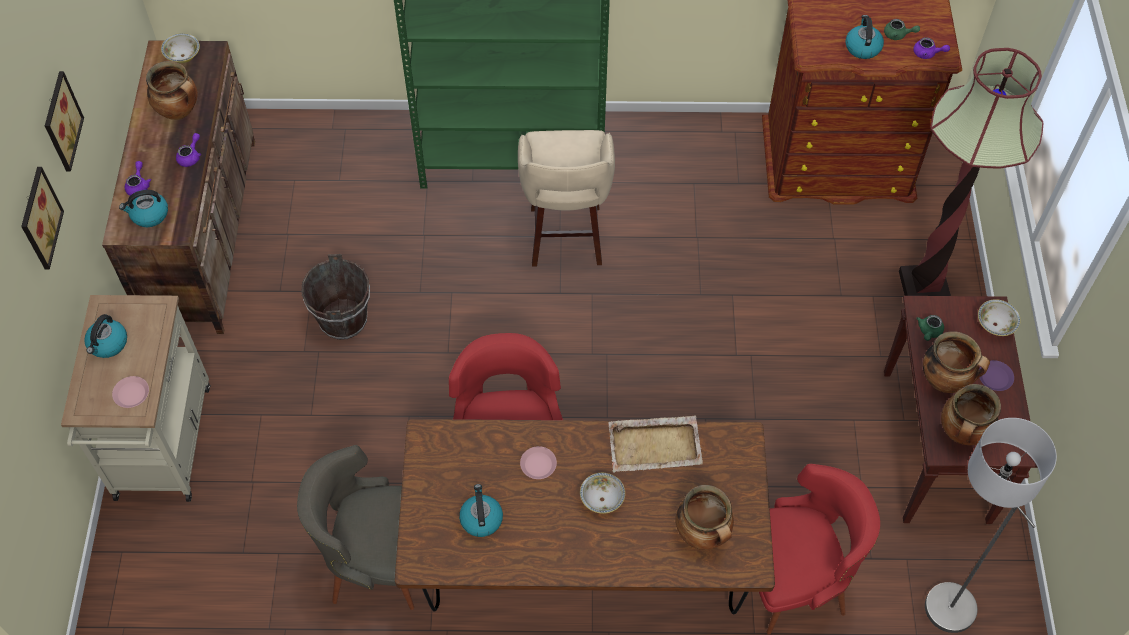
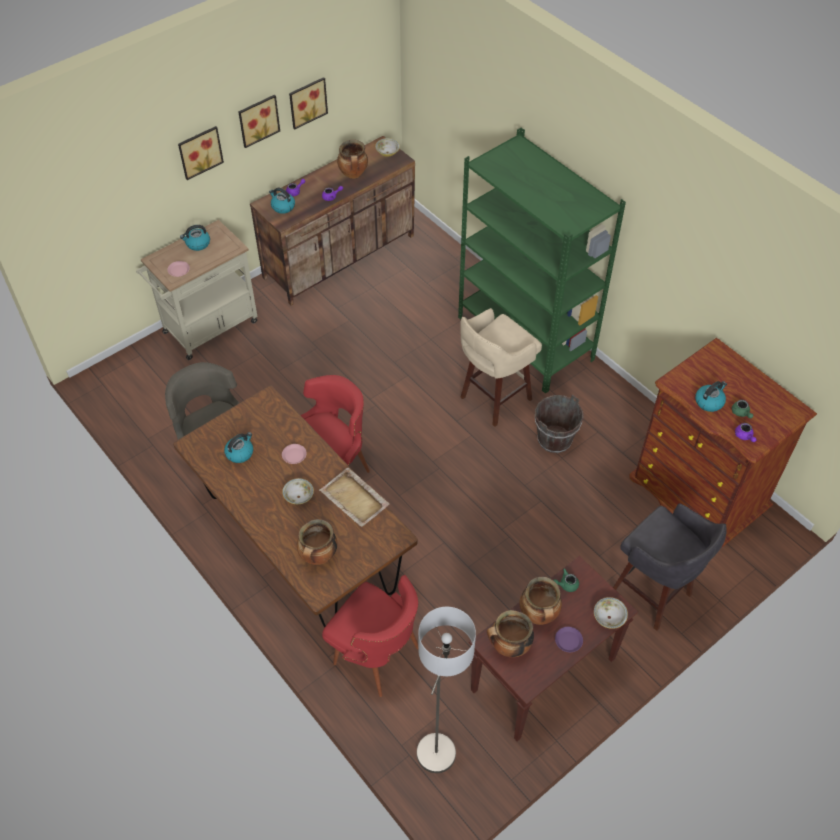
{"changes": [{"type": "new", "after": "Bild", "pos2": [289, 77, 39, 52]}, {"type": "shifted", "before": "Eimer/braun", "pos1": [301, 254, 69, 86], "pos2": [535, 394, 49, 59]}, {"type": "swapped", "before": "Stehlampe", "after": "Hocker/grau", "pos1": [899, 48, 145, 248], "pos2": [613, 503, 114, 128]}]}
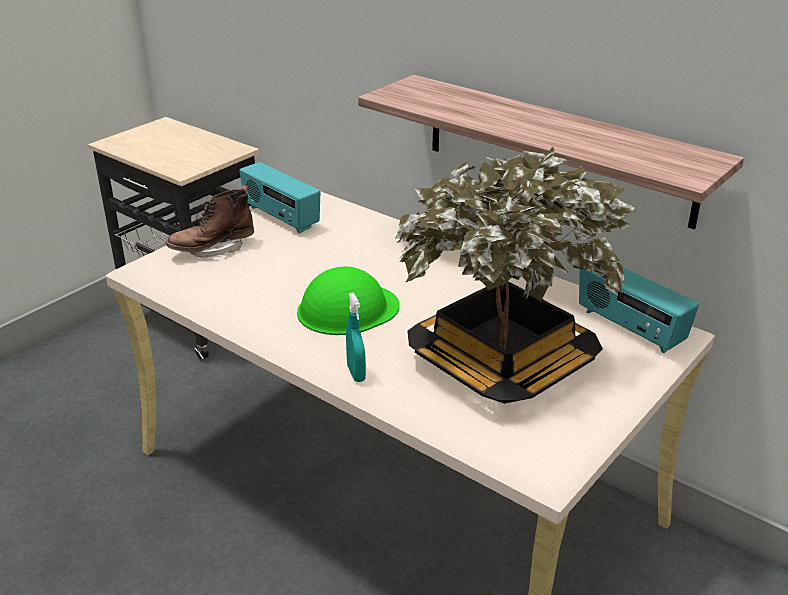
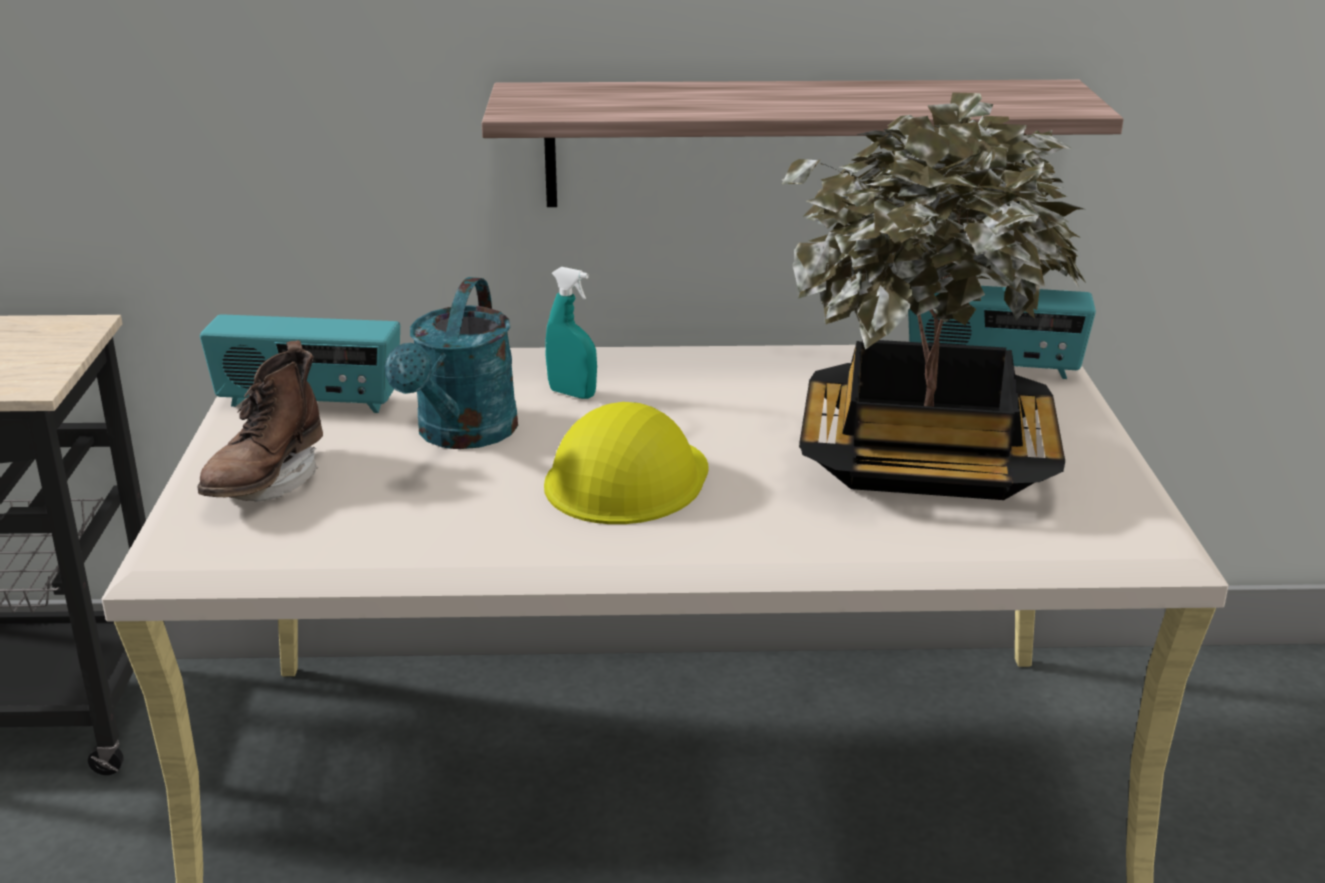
{"changes": [{"type": "new", "after": "Gießkanne/türkis", "pos2": [385, 277, 133, 172]}, {"type": "repainted", "before": "Schutzhelm/grün", "after": "Schutzhelm/gelb", "pos1": [297, 266, 103, 69], "pos2": [544, 402, 164, 122]}, {"type": "shifted", "before": "Sprühflasche/türkis", "pos1": [346, 292, 20, 90], "pos2": [545, 267, 52, 132]}]}
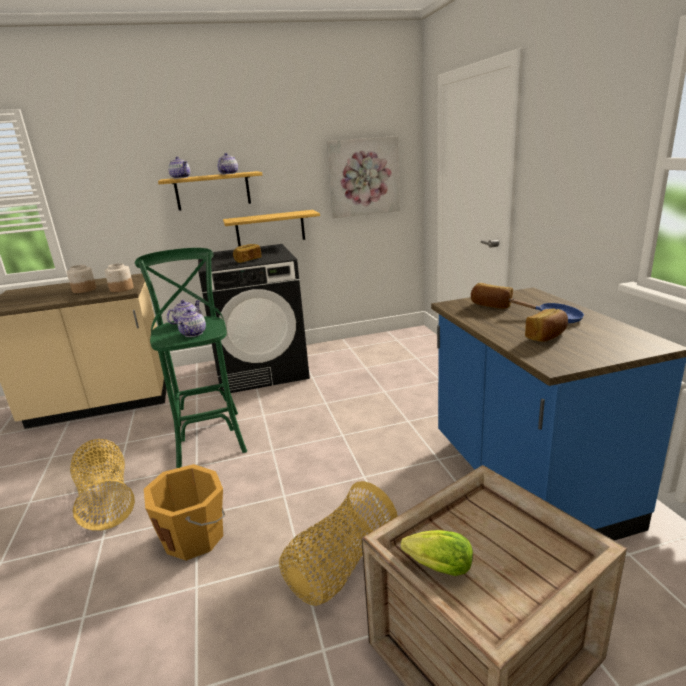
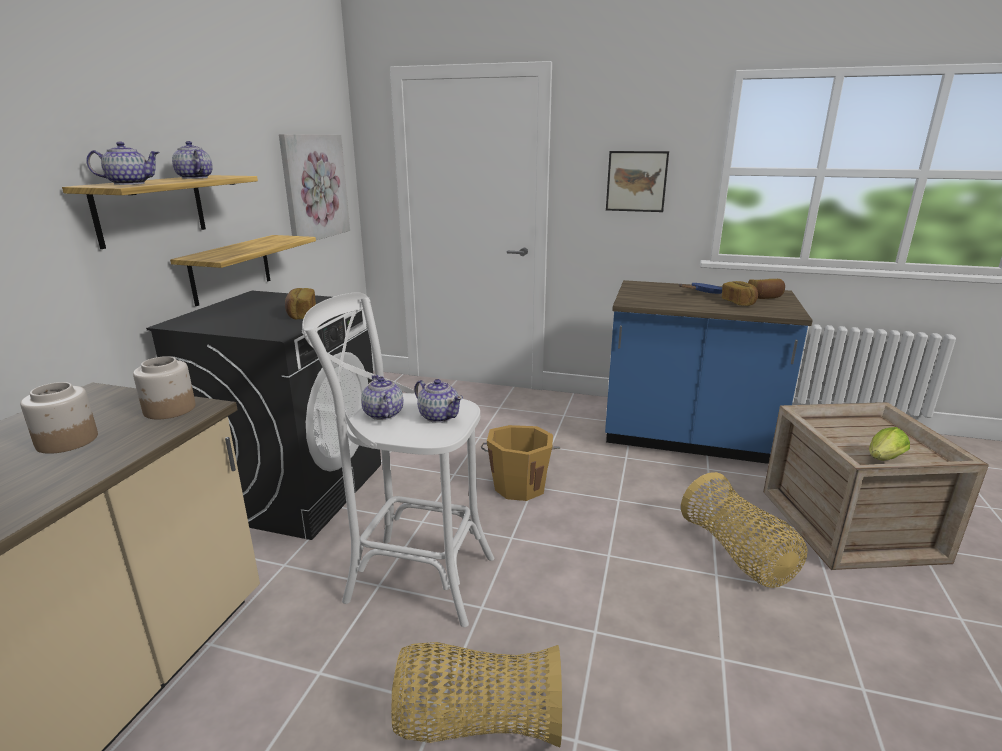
{"changes": [{"type": "repainted", "before": "Hocker/grün", "after": "Hocker/weiß", "pos1": [135, 248, 112, 220], "pos2": [302, 293, 192, 334]}, {"type": "shifted", "before": "Eimer/orange", "pos1": [144, 464, 82, 97], "pos2": [481, 425, 80, 76]}, {"type": "new", "after": "Bild", "pos2": [606, 151, 63, 61]}, {"type": "shifted", "before": "Brot", "pos1": [471, 283, 42, 26], "pos2": [748, 279, 37, 20]}]}
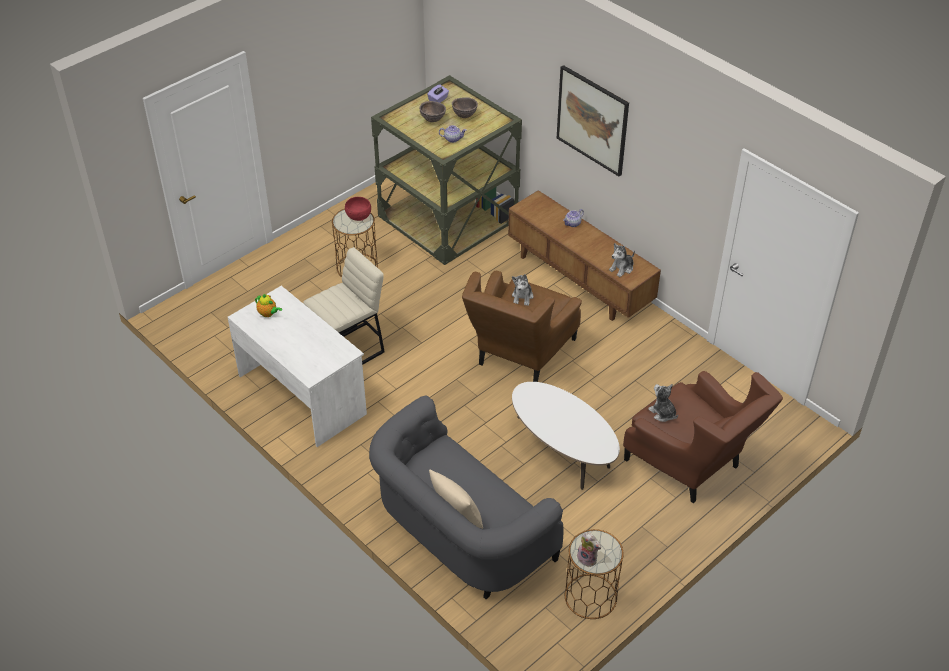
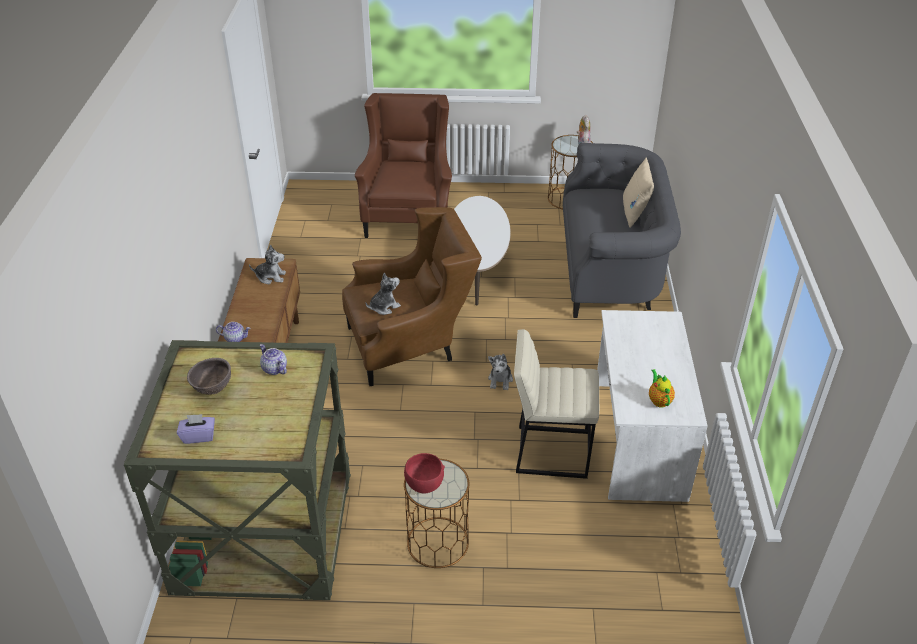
{"changes": [{"type": "shifted", "before": "Plüschtier", "pos1": [648, 384, 30, 38], "pos2": [488, 354, 25, 36]}, {"type": "gone", "before": "Schüssel/braun", "pos1": [419, 101, 27, 21]}, {"type": "gone", "before": "Bild", "pos1": [557, 65, 72, 111]}]}
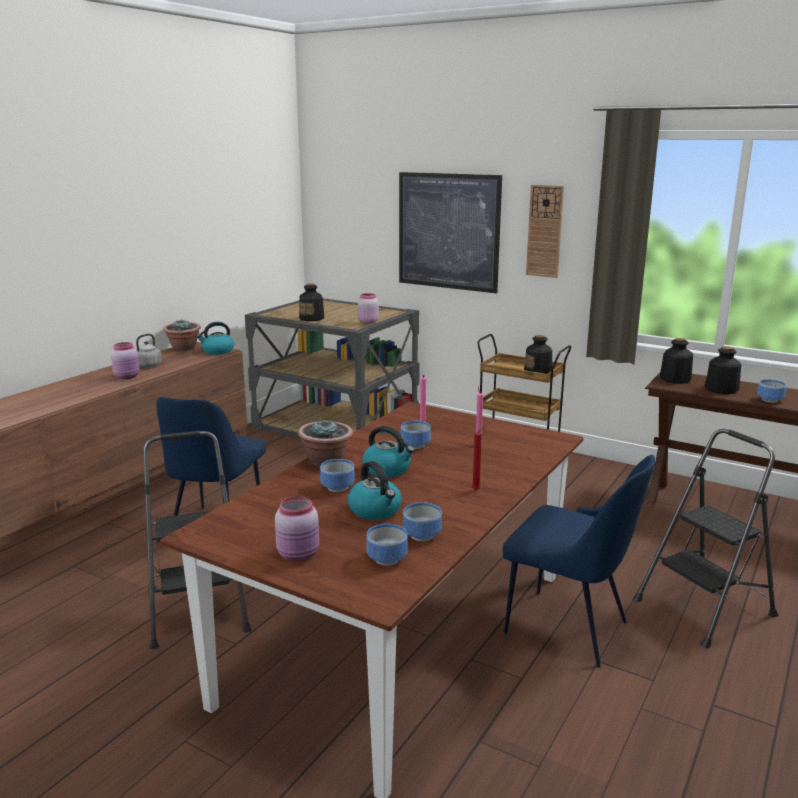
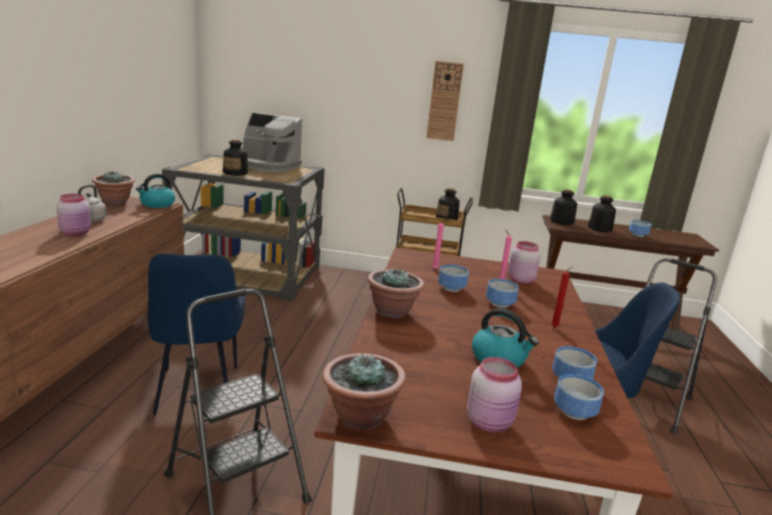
{"changes": [{"type": "new", "after": "Kaffeemaschine", "pos2": [243, 113, 59, 59]}, {"type": "new", "after": "Topfpflanze", "pos2": [323, 353, 83, 77]}, {"type": "shifted", "before": "Schüssel", "pos1": [320, 459, 35, 33], "pos2": [486, 279, 33, 29]}, {"type": "shifted", "before": "Vorratsglas/rosa", "pos1": [358, 293, 21, 31], "pos2": [508, 241, 33, 43]}, {"type": "gone", "before": "Wasserkessel", "pos1": [362, 426, 53, 52]}, {"type": "gone", "before": "Bild", "pos1": [399, 172, 103, 121]}]}
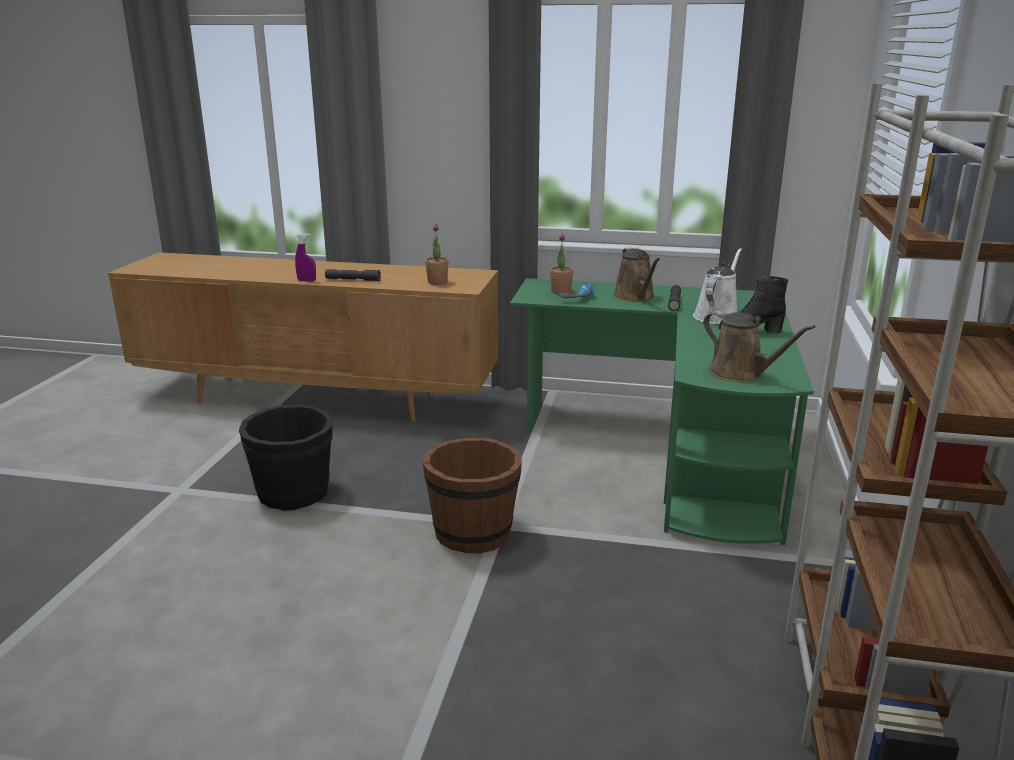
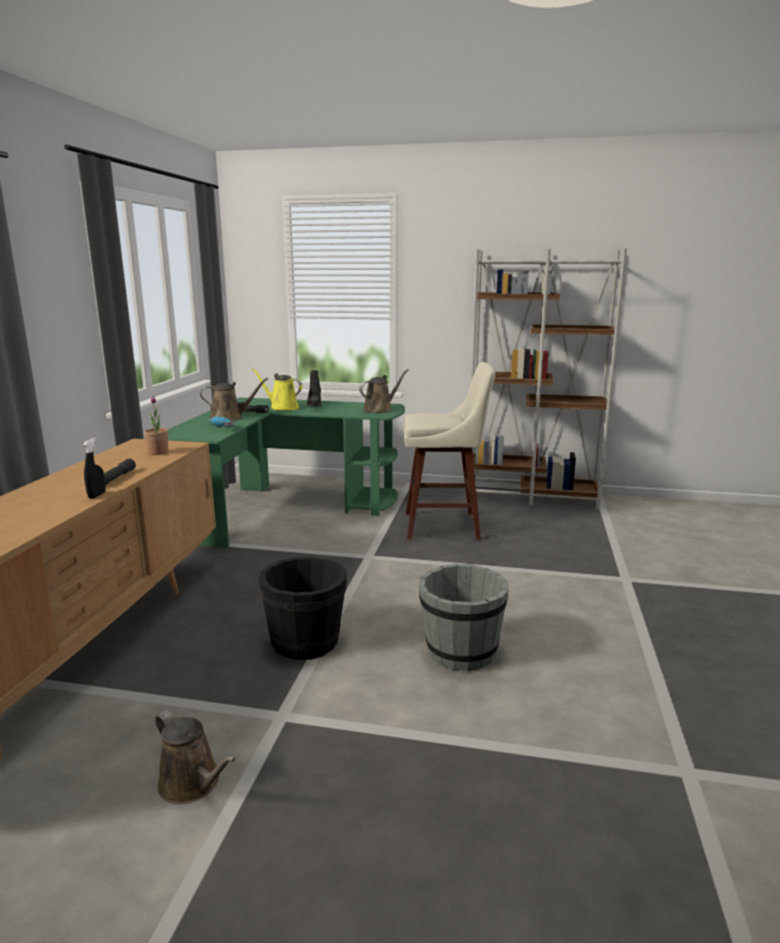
{"changes": [{"type": "repainted", "before": "Sprühflasche/lila", "after": "Sprühflasche/schwarz", "pos1": [295, 233, 21, 49], "pos2": [83, 438, 23, 61]}, {"type": "new", "after": "Gießkanne/braun", "pos2": [155, 710, 81, 94]}, {"type": "repainted", "before": "Gießkanne/weiß", "after": "Gießkanne/gelb", "pos1": [693, 248, 49, 76], "pos2": [252, 368, 51, 43]}, {"type": "new", "after": "Hocker/beige", "pos2": [404, 362, 91, 178]}, {"type": "new", "after": "Eimer/grau", "pos2": [418, 564, 91, 107]}, {"type": "gone", "before": "Eimer/braun", "pos1": [423, 437, 99, 116]}, {"type": "gone", "before": "Topfpflanze", "pos1": [550, 234, 23, 60]}]}
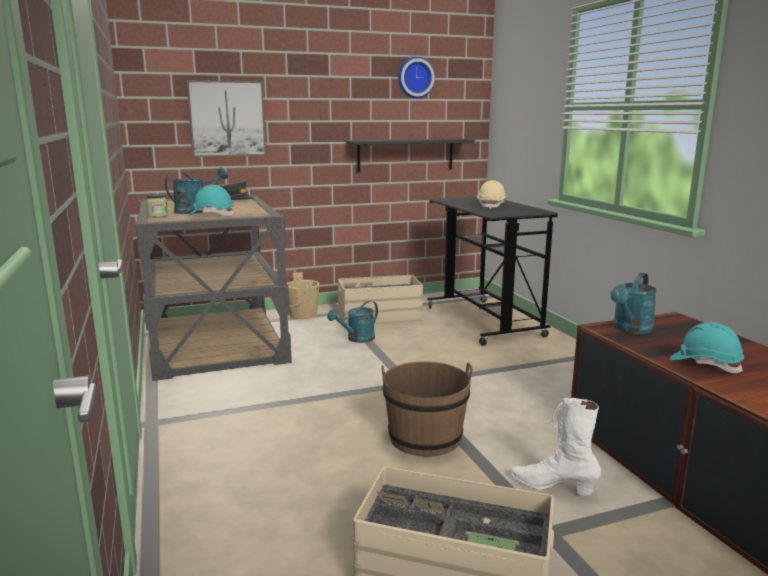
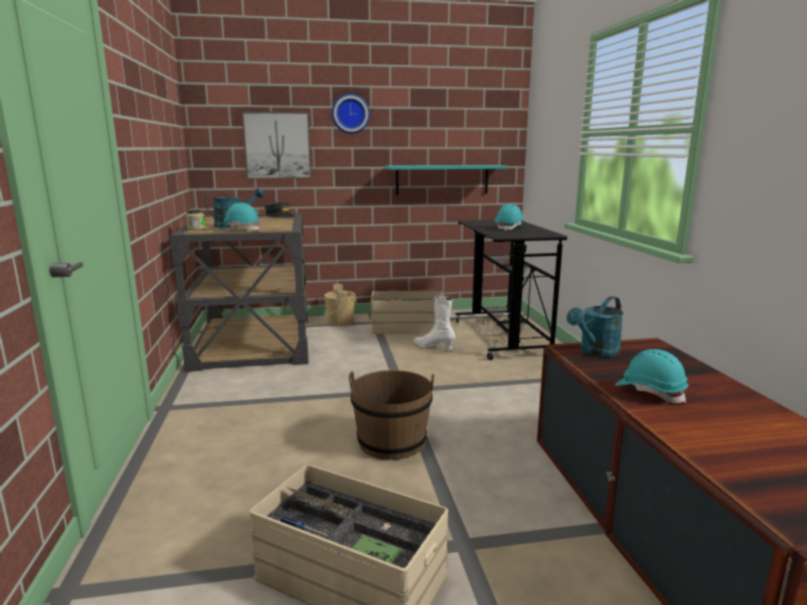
{"changes": [{"type": "shifted", "before": "Wanduhr", "pos1": [398, 57, 37, 41], "pos2": [332, 94, 38, 40]}, {"type": "repainted", "before": "Wandregal/schwarz", "after": "Wandregal/türkis", "pos1": [346, 139, 129, 33], "pos2": [385, 165, 122, 30]}, {"type": "shifted", "before": "Stiefel/weiß", "pos1": [509, 398, 92, 98], "pos2": [414, 295, 41, 55]}, {"type": "repainted", "before": "Schutzhelm/beige", "after": "Schutzhelm/türkis", "pos1": [477, 180, 30, 29], "pos2": [495, 204, 29, 27]}, {"type": "gone", "before": "Gießkanne/türkis", "pos1": [327, 301, 51, 42]}]}
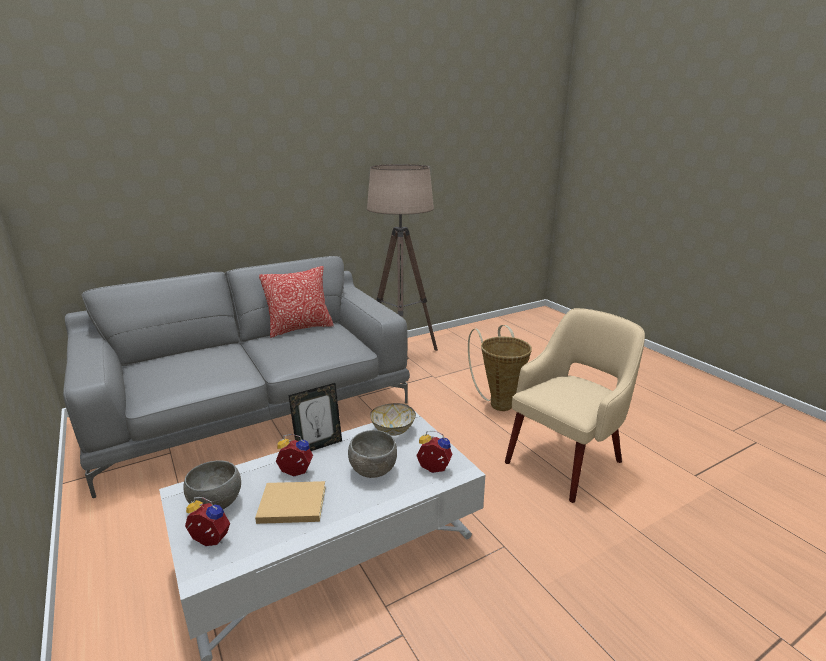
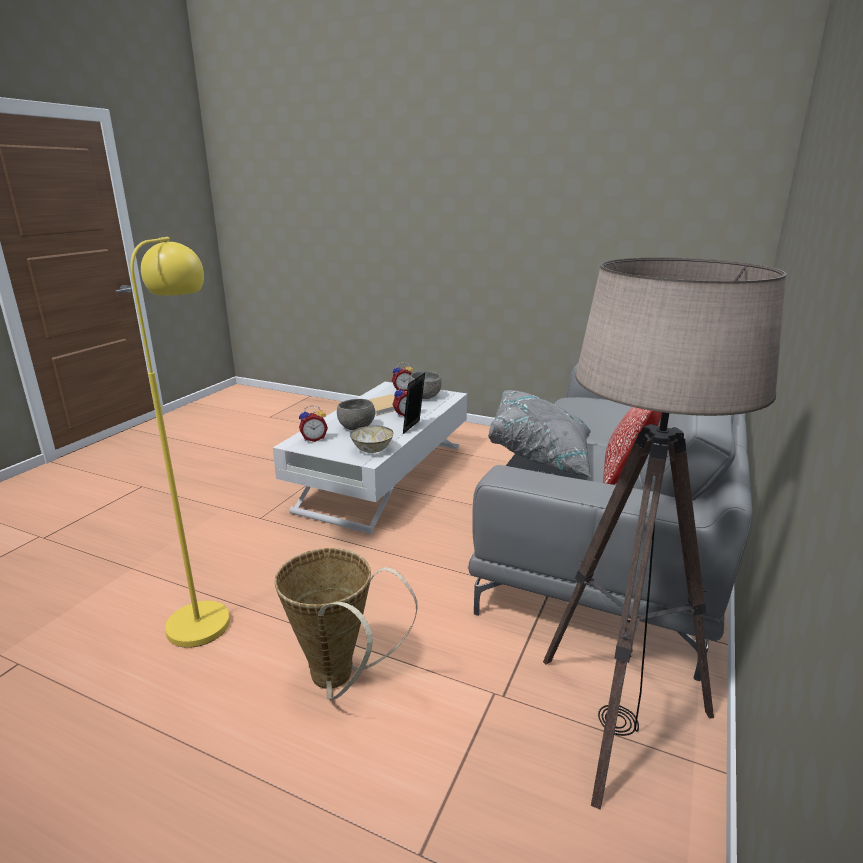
{"changes": [{"type": "swapped", "before": "Sessel/beige", "after": "Stehlampe/gelb", "pos1": [505, 308, 140, 195], "pos2": [130, 237, 100, 411]}, {"type": "new", "after": "Kissen/grau", "pos2": [488, 390, 103, 87]}]}
